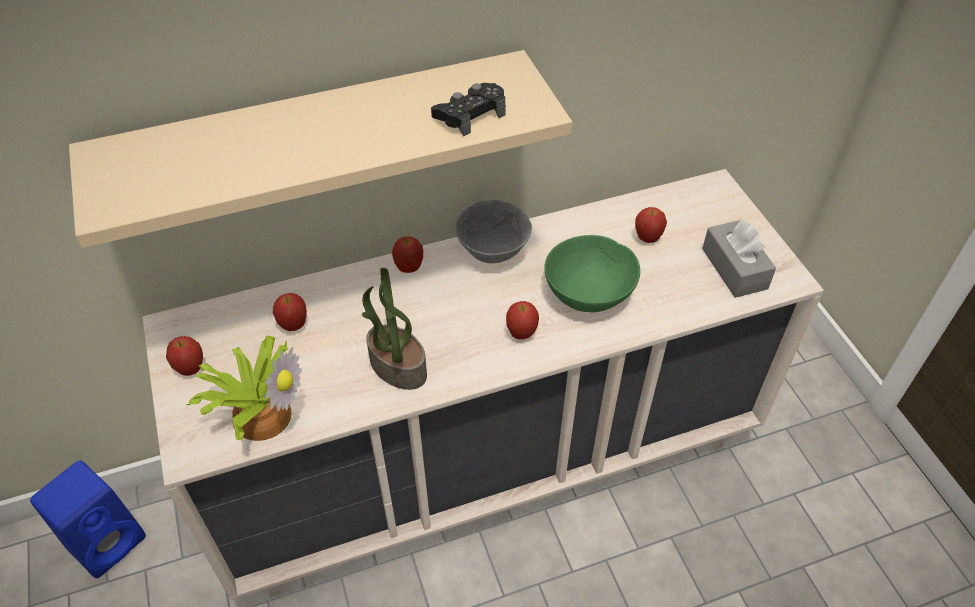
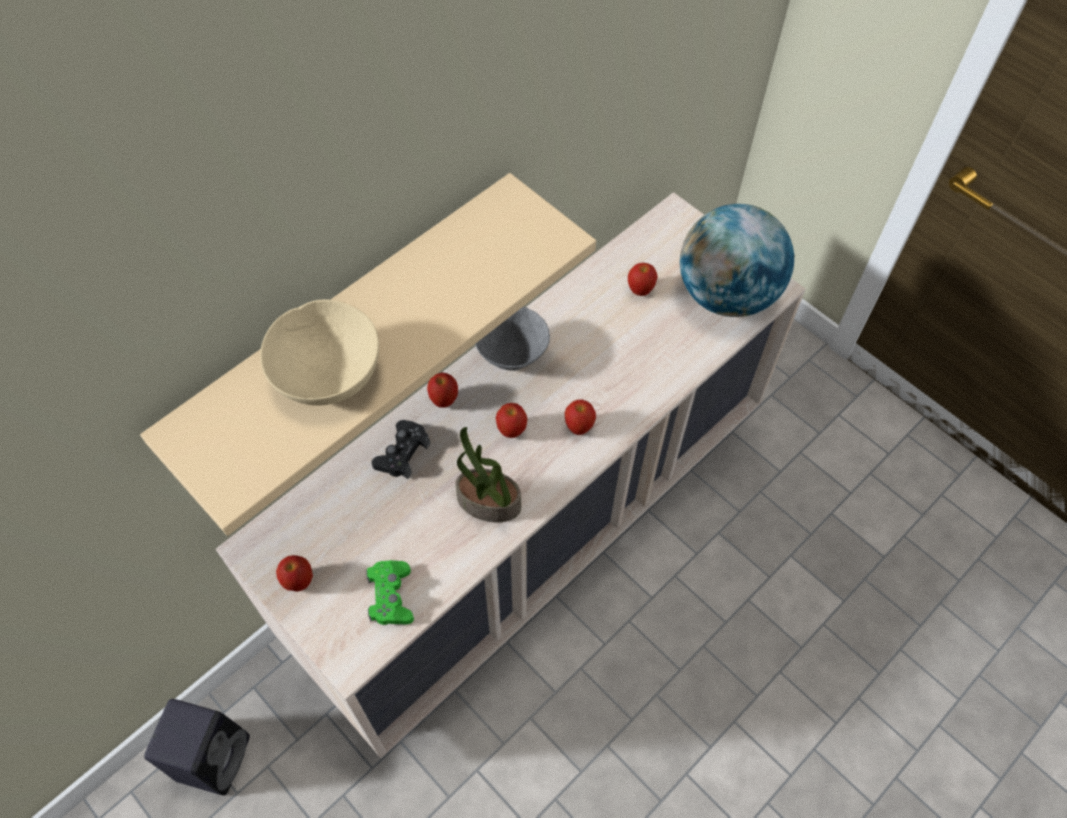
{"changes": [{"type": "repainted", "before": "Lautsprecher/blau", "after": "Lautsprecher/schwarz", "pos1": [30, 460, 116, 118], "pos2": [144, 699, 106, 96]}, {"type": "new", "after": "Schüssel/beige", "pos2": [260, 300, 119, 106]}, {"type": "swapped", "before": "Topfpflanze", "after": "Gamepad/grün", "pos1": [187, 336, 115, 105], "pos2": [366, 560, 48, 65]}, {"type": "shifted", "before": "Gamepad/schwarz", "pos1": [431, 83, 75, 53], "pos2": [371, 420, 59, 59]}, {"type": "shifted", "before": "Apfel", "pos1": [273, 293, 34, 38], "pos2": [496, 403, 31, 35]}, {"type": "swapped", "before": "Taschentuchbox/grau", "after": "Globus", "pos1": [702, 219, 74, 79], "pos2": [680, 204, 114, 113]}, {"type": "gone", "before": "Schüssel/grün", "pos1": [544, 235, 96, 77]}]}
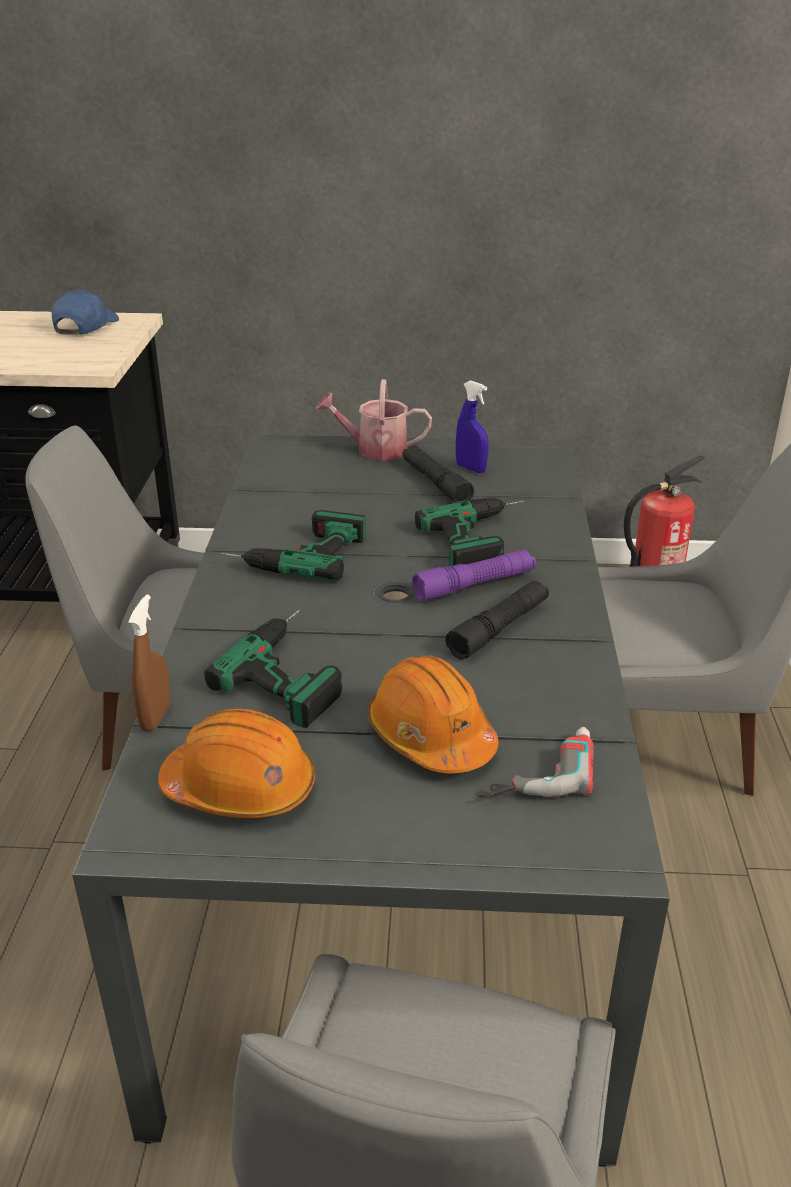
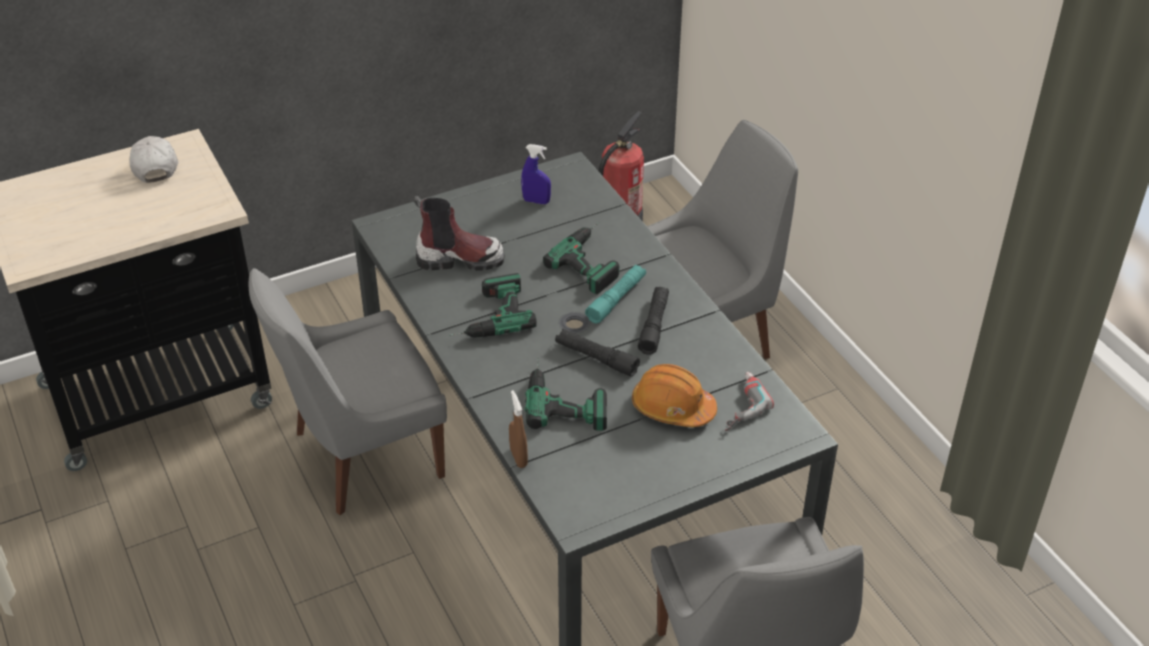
{"changes": [{"type": "repainted", "before": "Kappe/blau", "after": "Kappe/weiß", "pos1": [52, 290, 67, 45], "pos2": [129, 136, 49, 47]}, {"type": "new", "after": "Stiefel", "pos2": [414, 196, 91, 75]}, {"type": "shifted", "before": "Taschenlampe/schwarz", "pos1": [402, 445, 72, 58], "pos2": [555, 329, 85, 48]}, {"type": "repainted", "before": "Taschenlampe/lila", "after": "Taschenlampe/türkis", "pos1": [412, 550, 124, 51], "pos2": [585, 265, 61, 59]}, {"type": "gone", "before": "Schutzhelm/orange", "pos1": [158, 709, 157, 109]}, {"type": "gone", "before": "Gießkanne", "pos1": [316, 379, 116, 82]}]}
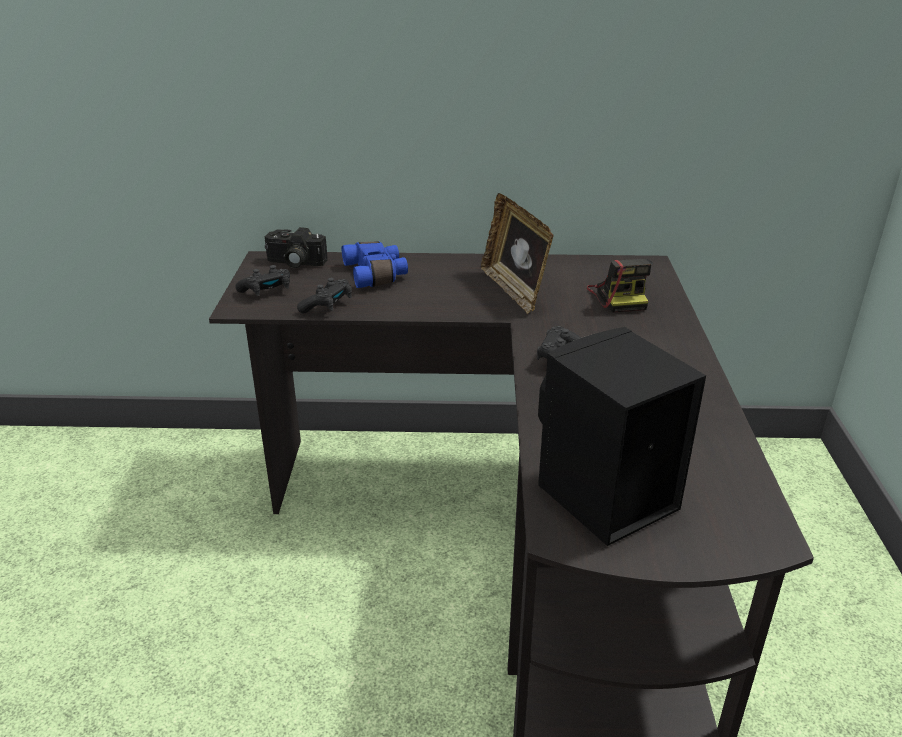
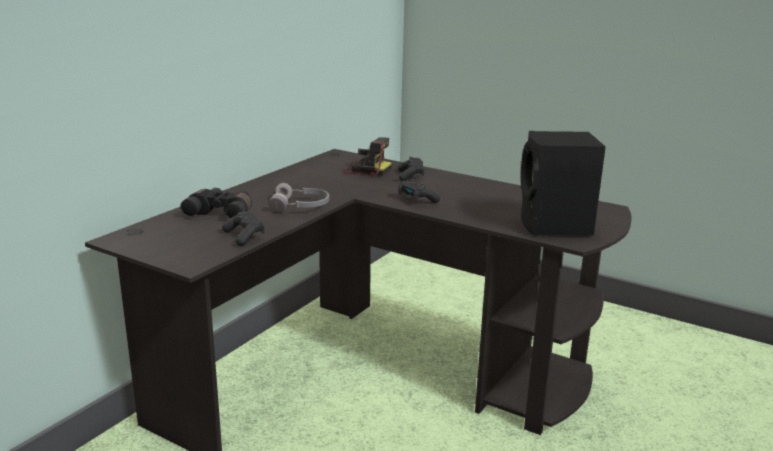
{"changes": [{"type": "repainted", "before": "Fernglas/blau", "after": "Fernglas/schwarz", "pos1": [342, 241, 66, 47], "pos2": [180, 188, 72, 31]}, {"type": "new", "after": "Kopfhörer/grau", "pos2": [269, 183, 60, 29]}, {"type": "shifted", "before": "Gamepad/schwarz", "pos1": [235, 265, 55, 31], "pos2": [398, 157, 27, 24]}, {"type": "gone", "before": "Kamera", "pos1": [265, 227, 63, 41]}, {"type": "gone", "before": "Bilderrahmen", "pos1": [481, 193, 72, 121]}]}
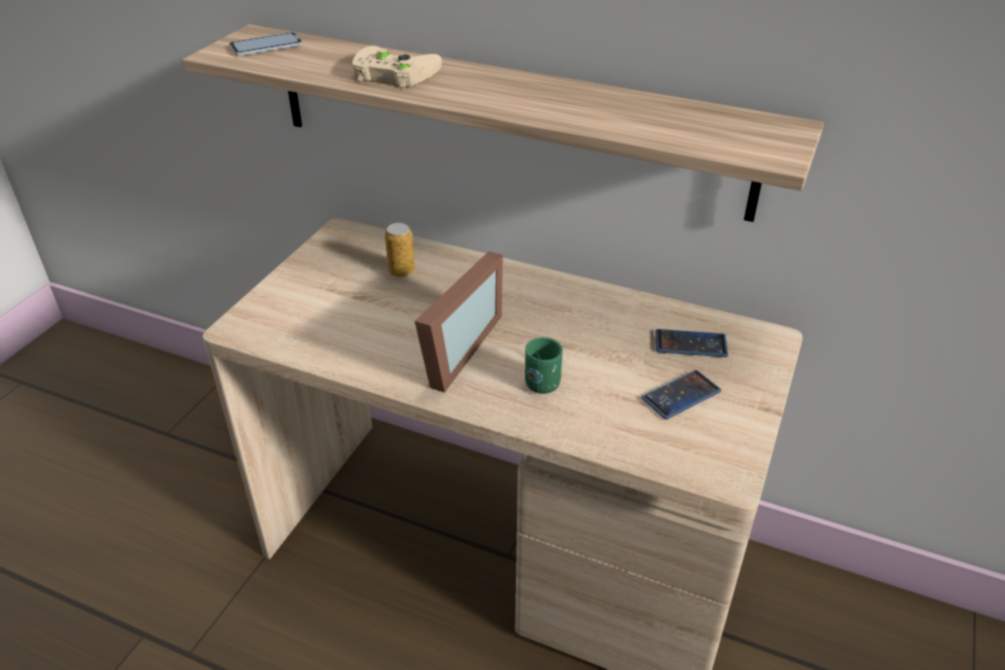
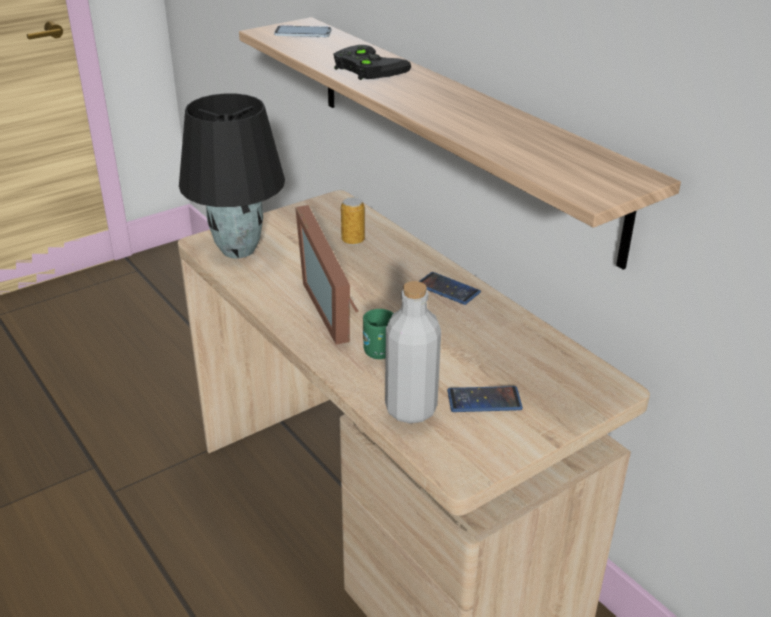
{"changes": [{"type": "new", "after": "Tischlampe/schwarz", "pos2": [179, 93, 106, 165]}, {"type": "rotated", "before": "Bilderrahmen", "pos1": [415, 251, 88, 141], "pos2": [295, 205, 64, 140], "turn": 105}, {"type": "repainted", "before": "Gamepad/beige", "after": "Gamepad/schwarz", "pos1": [352, 46, 90, 43], "pos2": [334, 45, 77, 35]}, {"type": "new", "after": "Flasche/grau", "pos2": [385, 281, 56, 142]}, {"type": "shifted", "before": "Handy", "pos1": [655, 329, 73, 28], "pos2": [418, 272, 63, 33]}]}
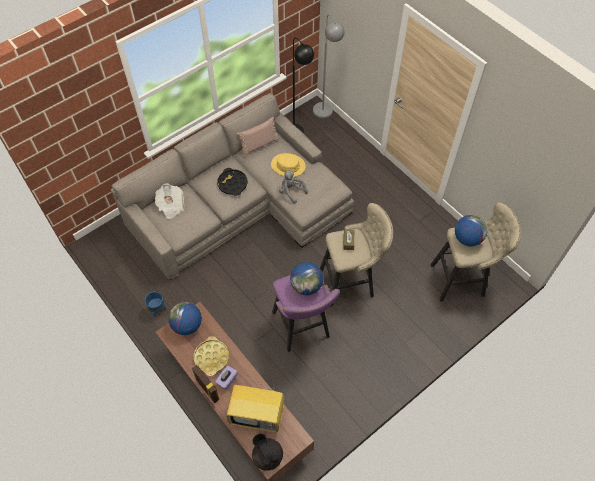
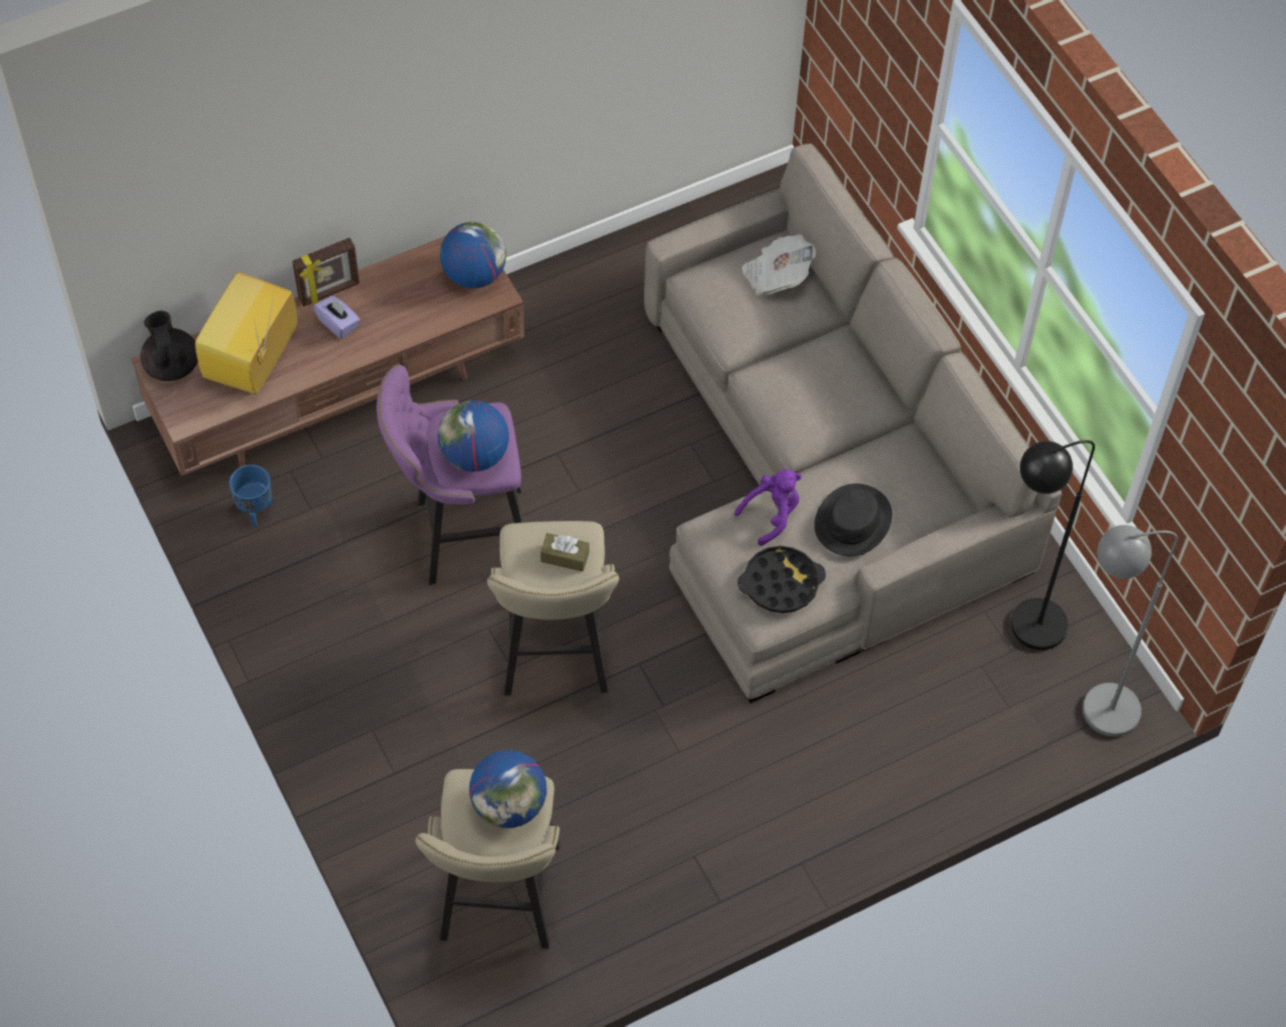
{"changes": [{"type": "rotated", "before": "Teekanne/schwarz", "pos1": [252, 433, 31, 38], "pos2": [140, 311, 58, 70], "turn": -90}, {"type": "shifted", "before": "Pflanzkübel/blau", "pos1": [145, 291, 21, 26], "pos2": [229, 465, 44, 61]}, {"type": "repainted", "before": "Plüschtier/grau", "after": "Plüschtier/lila", "pos1": [279, 170, 29, 34], "pos2": [734, 469, 67, 77]}, {"type": "shifted", "before": "Tablett/schwarz", "pos1": [217, 168, 30, 28], "pos2": [737, 546, 89, 67]}, {"type": "repainted", "before": "Hut/gelb", "after": "Hut/schwarz", "pos1": [271, 153, 35, 24], "pos2": [814, 483, 78, 73]}, {"type": "gone", "before": "Tablett/gelb", "pos1": [194, 336, 35, 40]}, {"type": "gone", "before": "Kissen/beige", "pos1": [236, 117, 43, 40]}]}
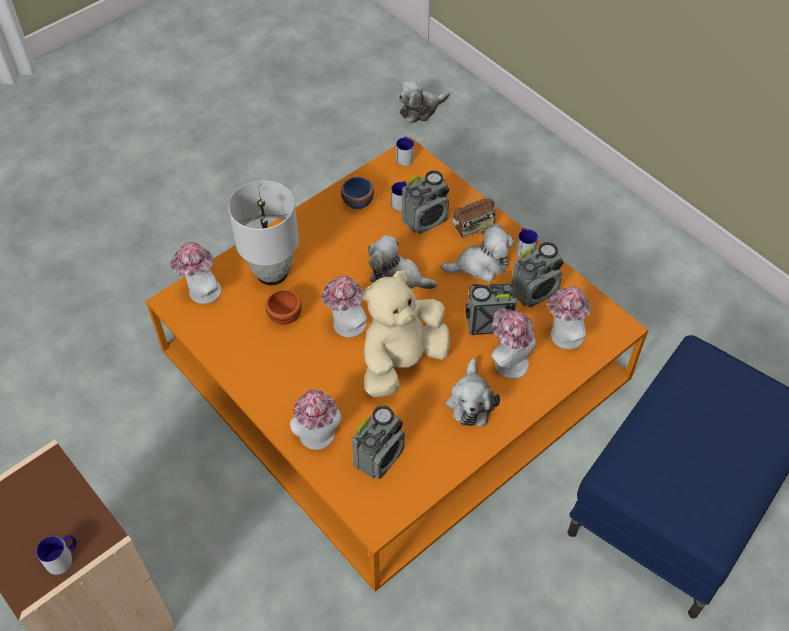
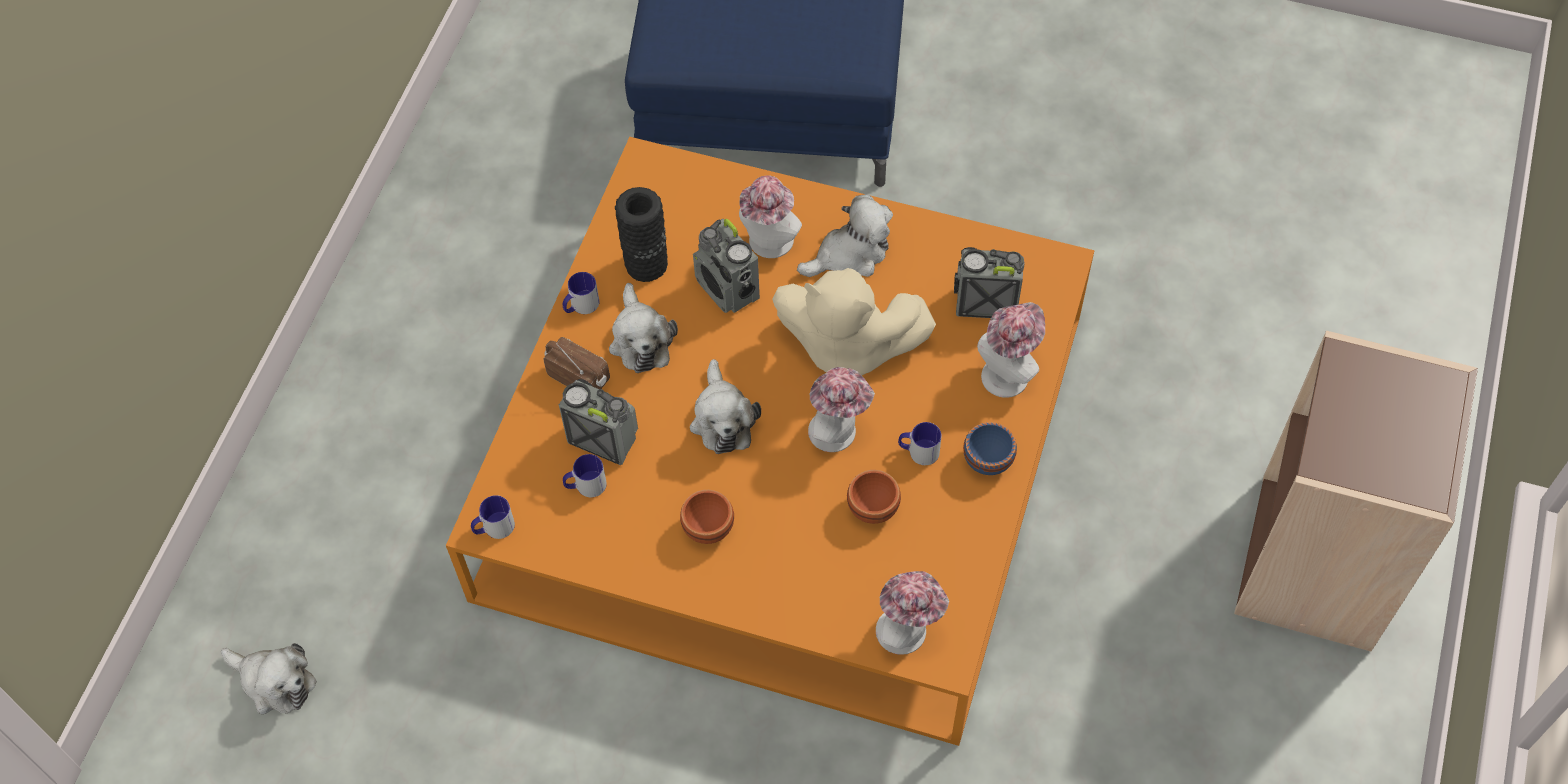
{"changes": [{"type": "rotated", "before": "Plüschtier", "pos1": [441, 224, 73, 58], "pos2": [609, 283, 69, 90], "turn": -150}, {"type": "swapped", "before": "Radio", "after": "Vase/schwarz", "pos1": [511, 242, 53, 66], "pos2": [615, 187, 53, 95]}, {"type": "new", "after": "Schüssel/braun", "pos2": [680, 490, 54, 54]}, {"type": "shifted", "before": "Henkelbecher", "pos1": [36, 535, 41, 40], "pos2": [898, 422, 44, 43]}, {"type": "shifted", "before": "Schüssel/blau", "pos1": [341, 176, 33, 33], "pos2": [963, 422, 54, 53]}, {"type": "gone", "before": "Tischlampe/weiß", "pos1": [228, 180, 71, 105]}, {"type": "gone", "before": "Hut", "pos1": [547, 286, 44, 63]}]}
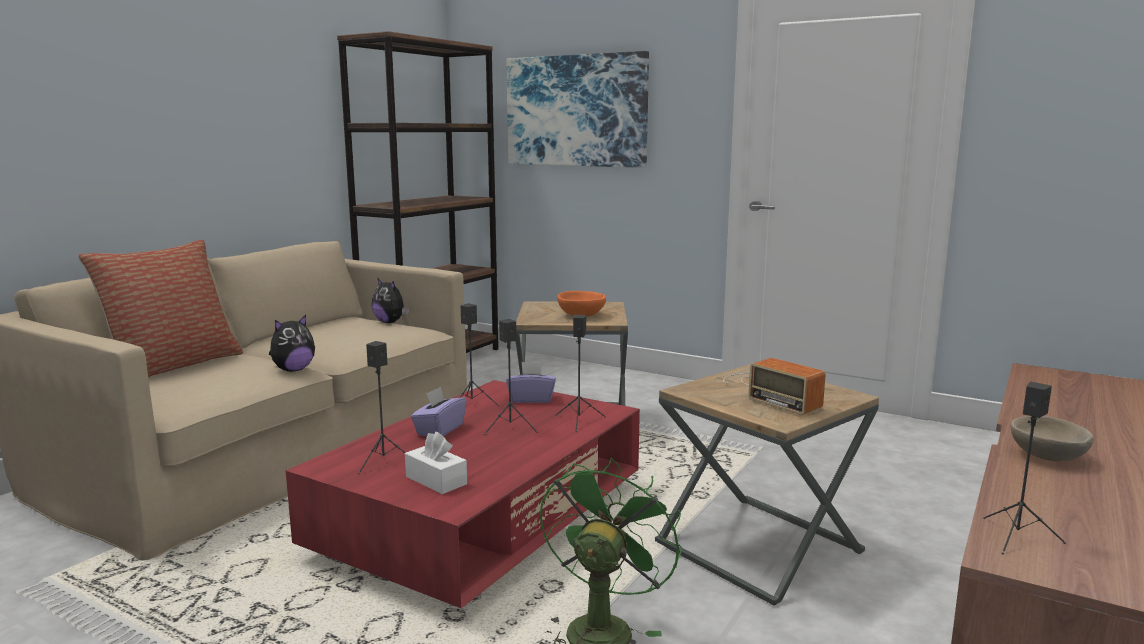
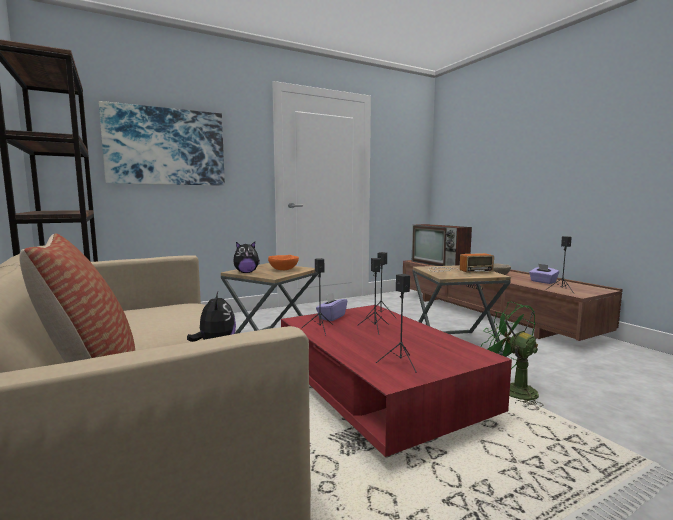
{"changes": [{"type": "shifted", "before": "Plüschtier", "pos1": [372, 278, 37, 45], "pos2": [233, 242, 27, 31]}, {"type": "new", "after": "Fernseher", "pos2": [412, 224, 60, 42]}, {"type": "shifted", "before": "Taschentuchbox/lila", "pos1": [411, 387, 56, 49], "pos2": [529, 264, 30, 20]}, {"type": "gone", "before": "Taschentuchbox/weiß", "pos1": [405, 432, 62, 62]}]}
